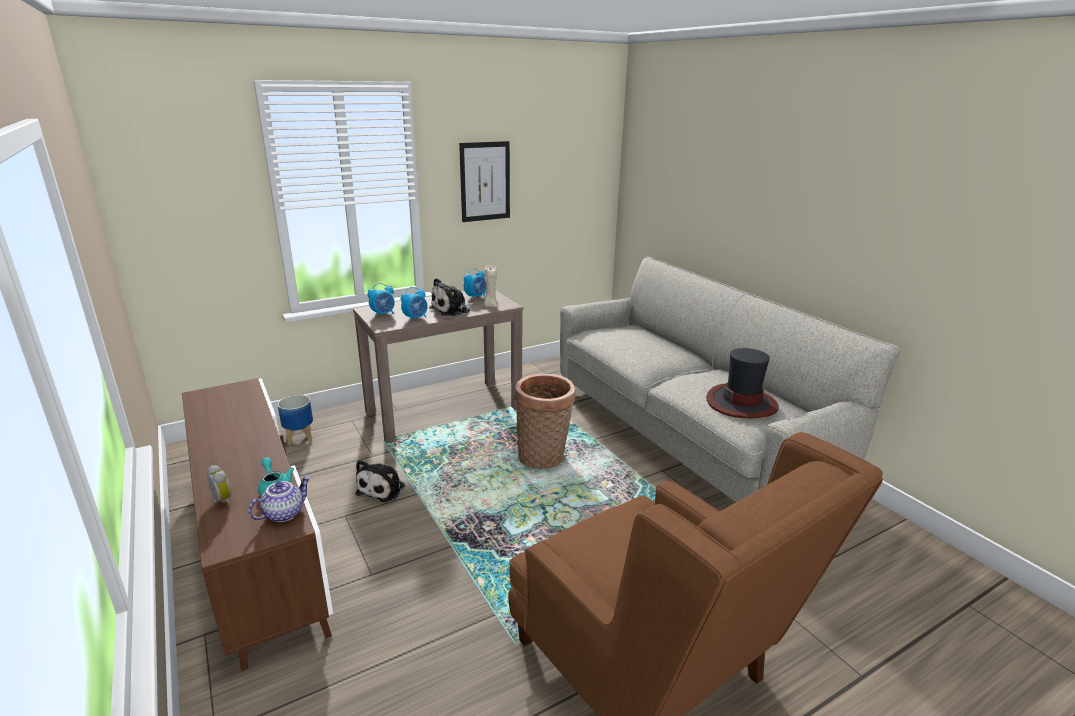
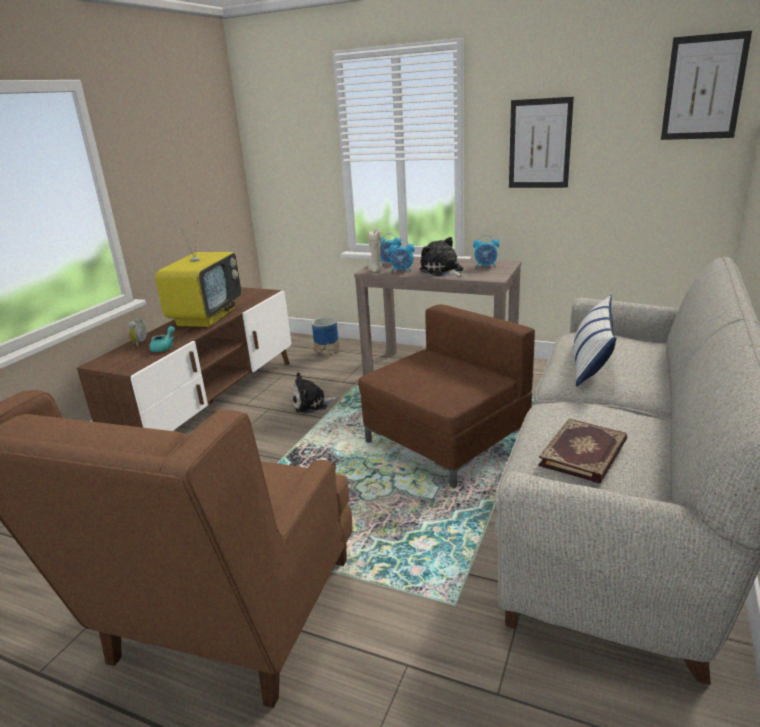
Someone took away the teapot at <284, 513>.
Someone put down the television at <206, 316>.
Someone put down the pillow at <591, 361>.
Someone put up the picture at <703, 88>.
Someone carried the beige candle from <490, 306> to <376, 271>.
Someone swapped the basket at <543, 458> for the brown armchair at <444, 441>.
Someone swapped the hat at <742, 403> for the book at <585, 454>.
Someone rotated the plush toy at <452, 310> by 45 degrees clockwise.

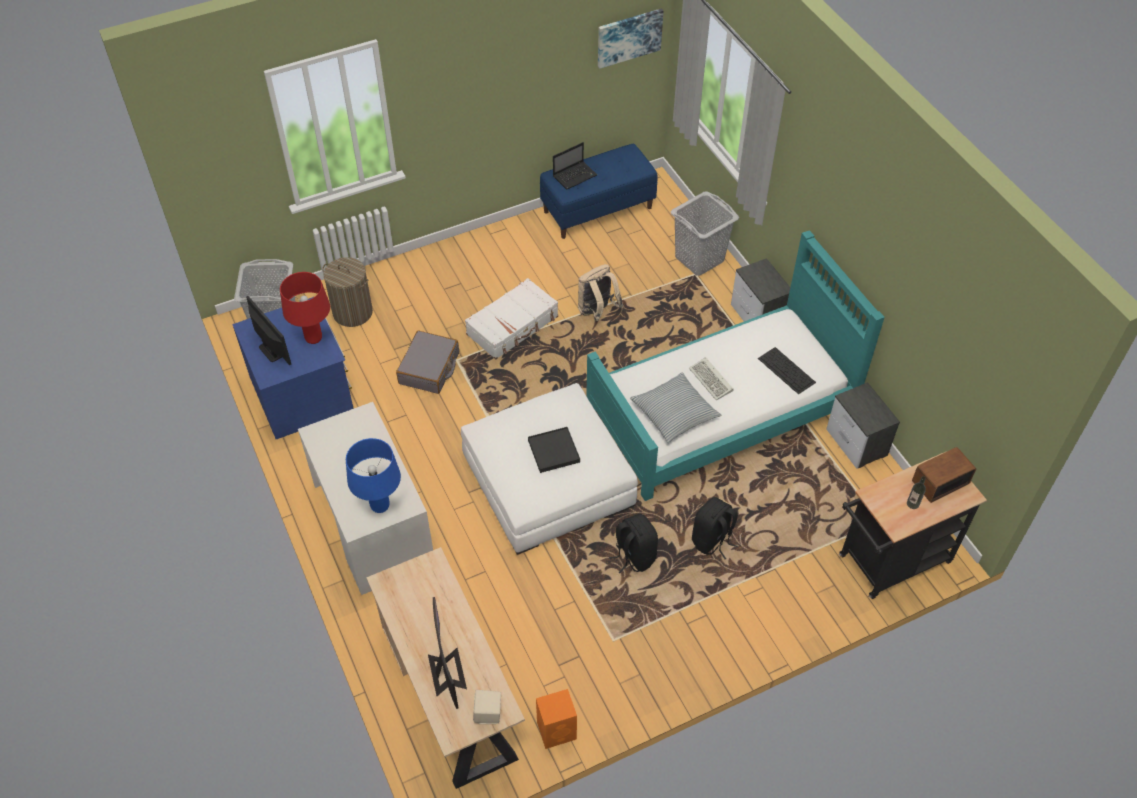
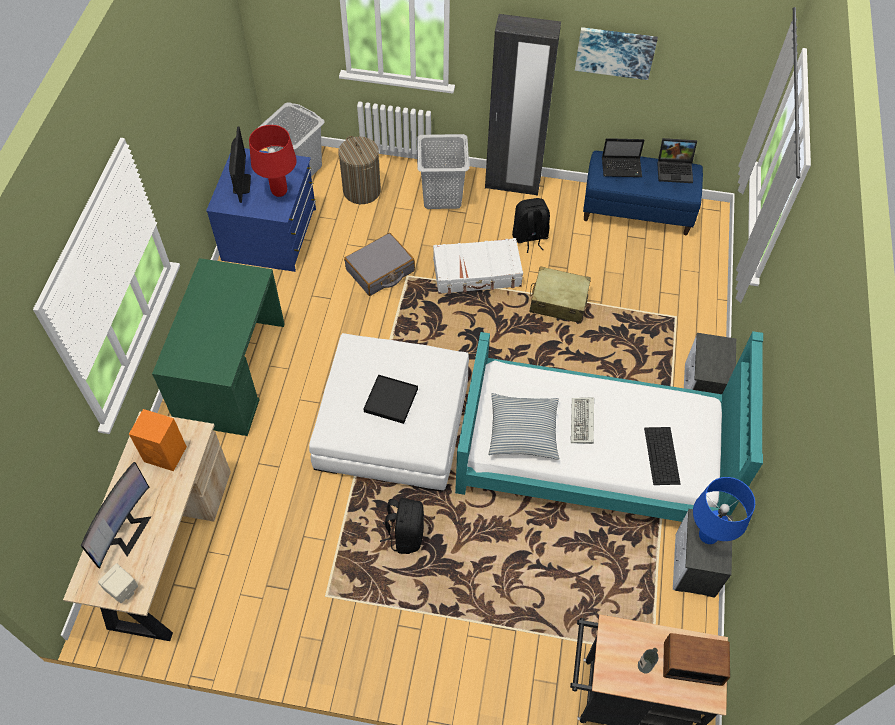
Someone put down the black wardrobe at <512, 184>.
Someone put down the laptop at <675, 169>.
Someone carried the blue table lamp from <379, 506> to <707, 536>.
Someone carried the orange speaker from <557, 730> to <166, 454>.
Someone carried the picture from <629, 37> to <615, 52>.
Someone carried the grey laundry basket from <699, 259> to <442, 196>.
Someone carried the black backpack from <712, 540> to <529, 237>.
Someone swapped the beige backpack at <597, 311> for the beige suitcase at <558, 301>.
Someone repainted the white desk at <373, 524>, which became the green desk at <231, 372>.

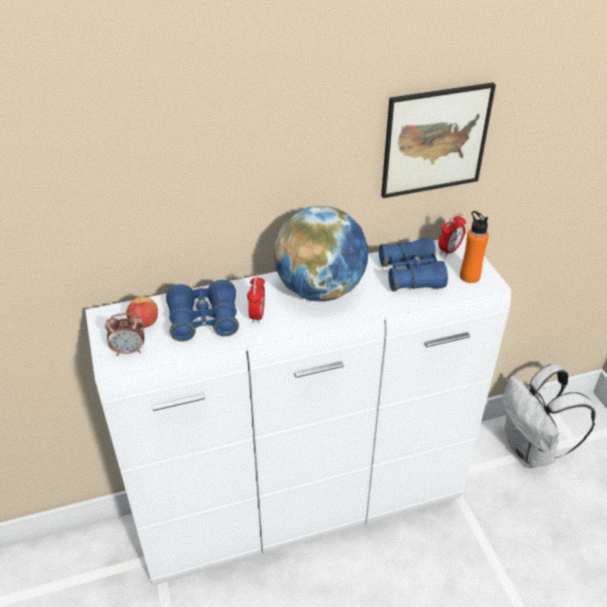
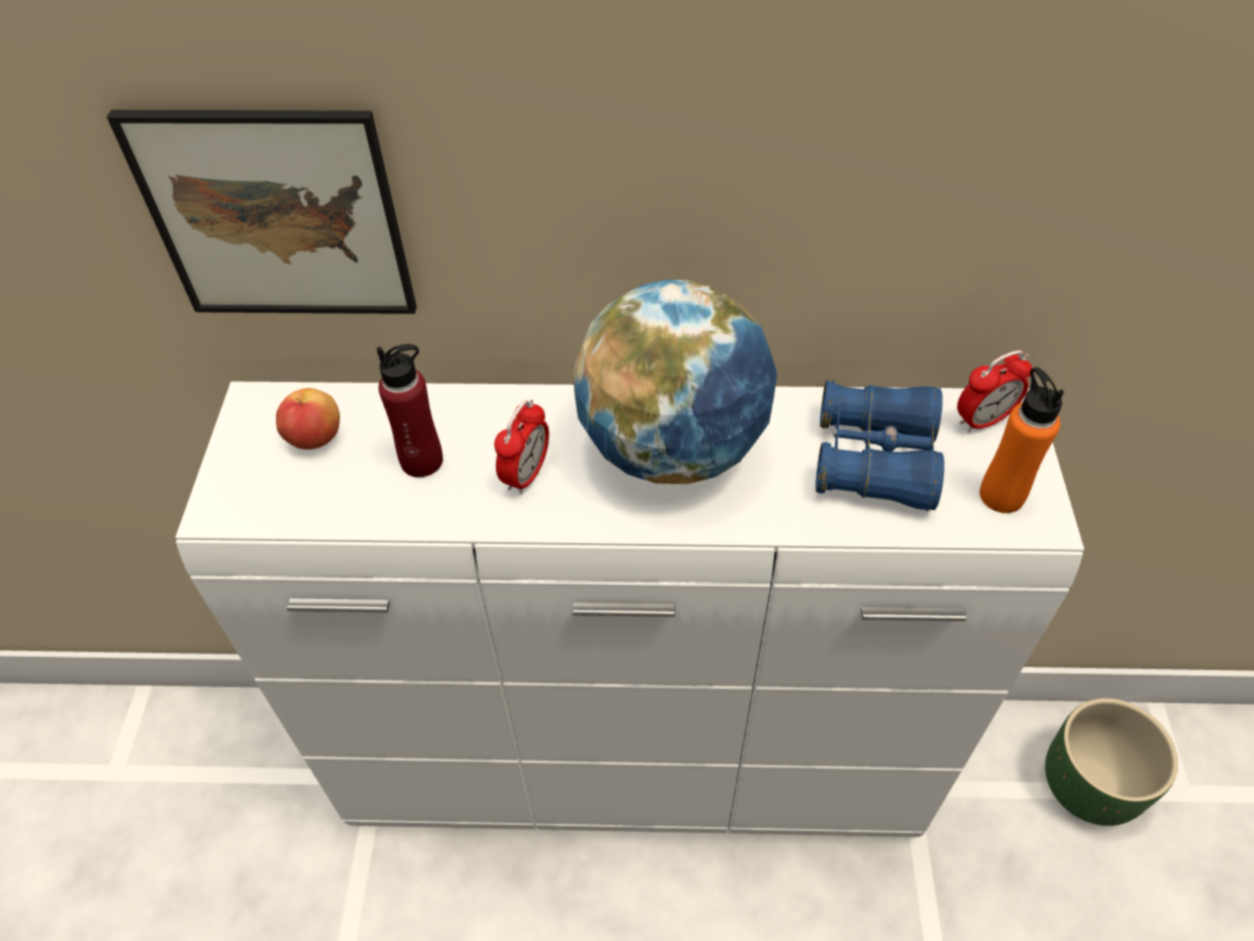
Someone took away the alarm clock at <129, 350>.
Someone carried the picture from <435, 140> to <276, 216>.
Someone swapped the blue binoculars at <204, 320> for the red bottle at <422, 460>.
Someone swapped the white backpack at <531, 450> for the green planter at <1089, 786>.

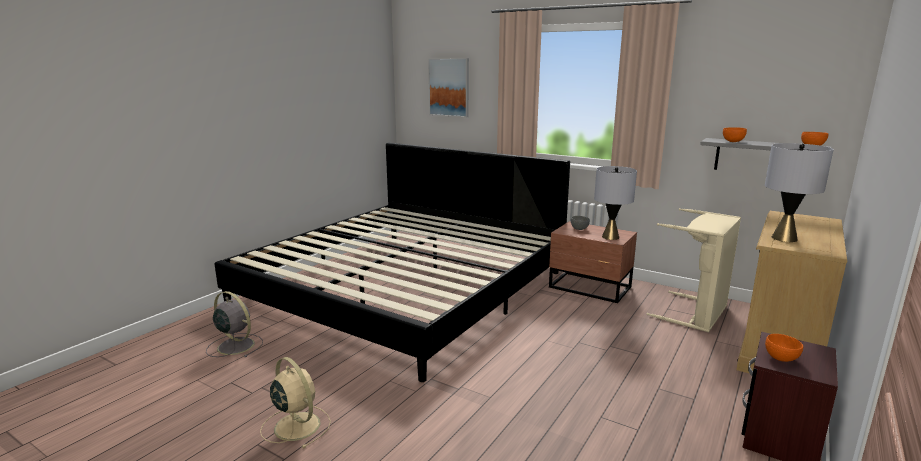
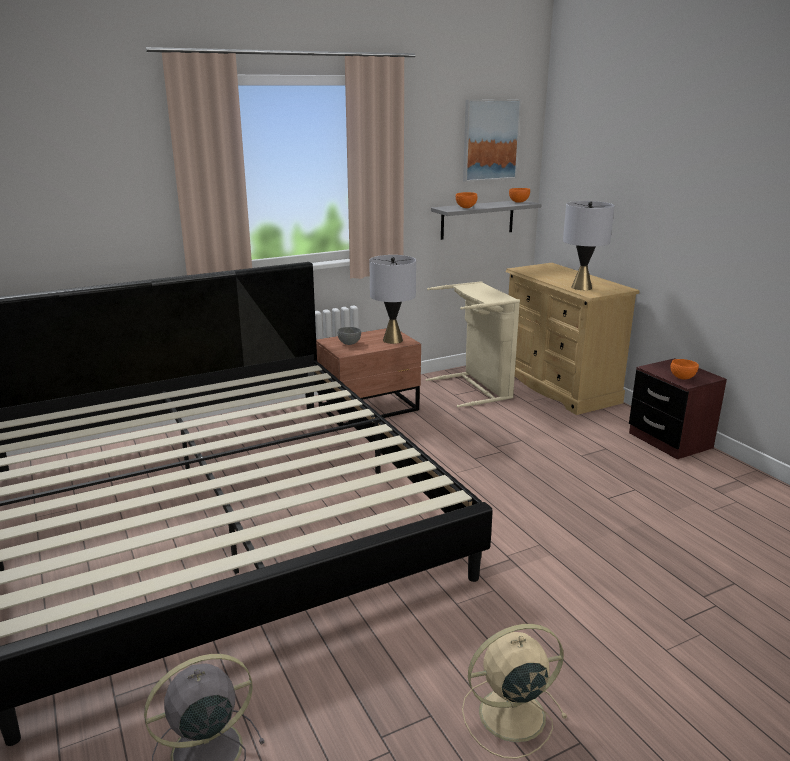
Someone carried the picture from <449, 87> to <490, 140>.

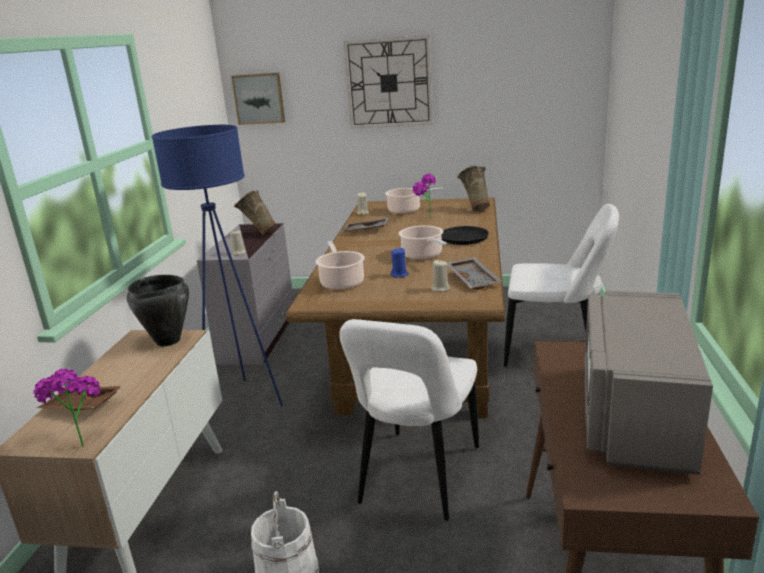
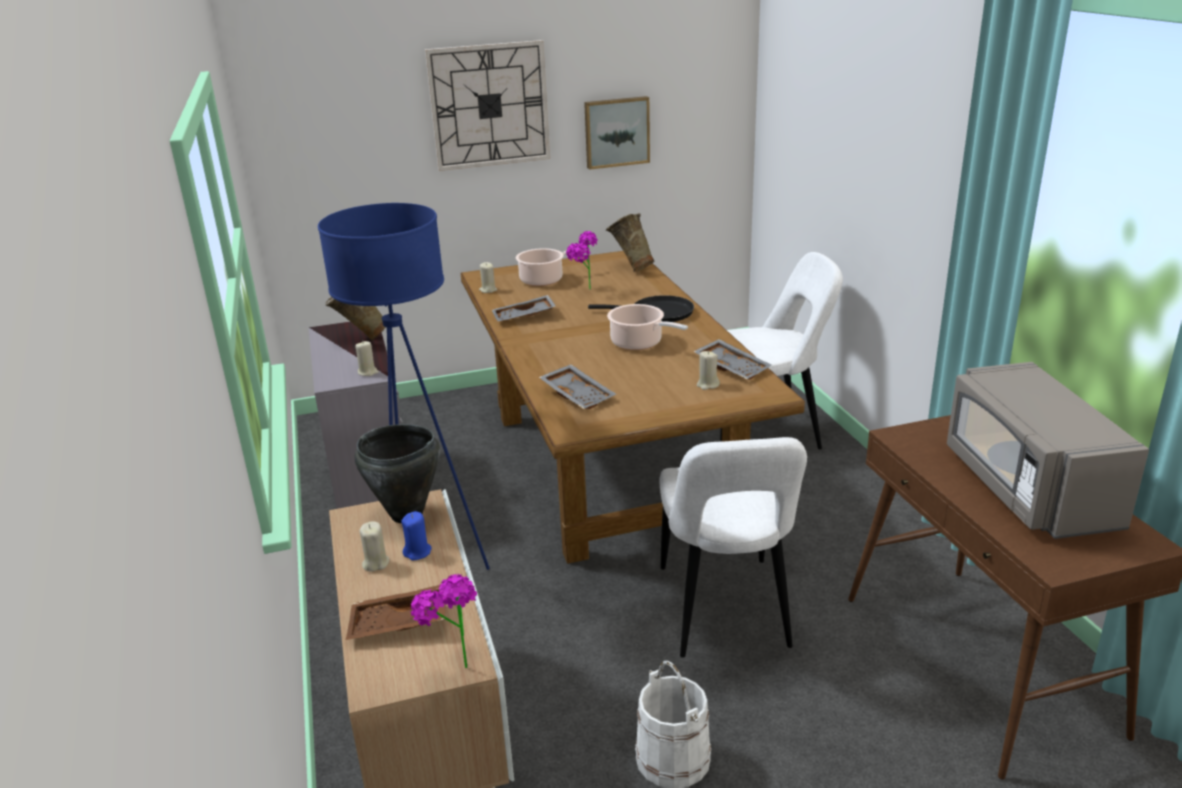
Someone put down the beige candle at <375, 563>.
Someone carried the picture from <259, 98> to <616, 132>.
Someone carried the blue candle from <399, 275> to <417, 552>.
Someone swapped the cooking pot at <341, 282> for the grey tray at <578, 395>.

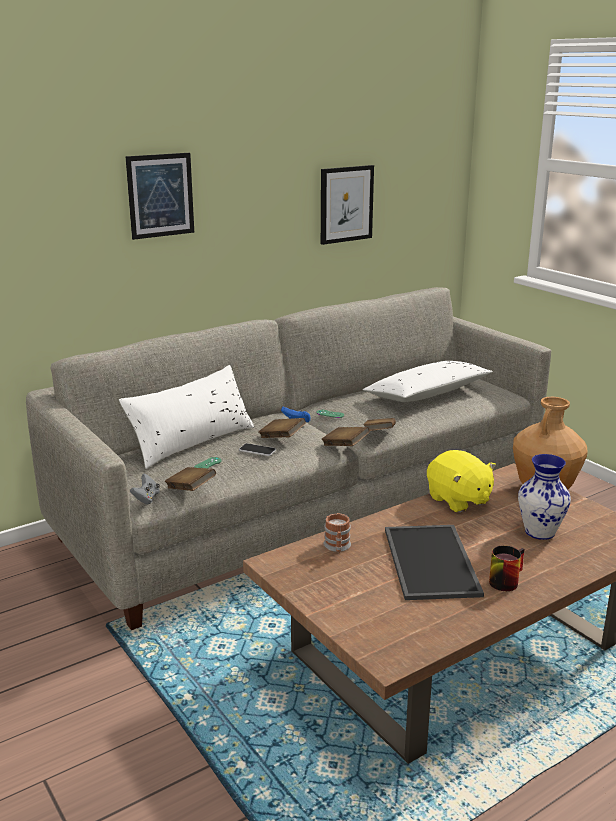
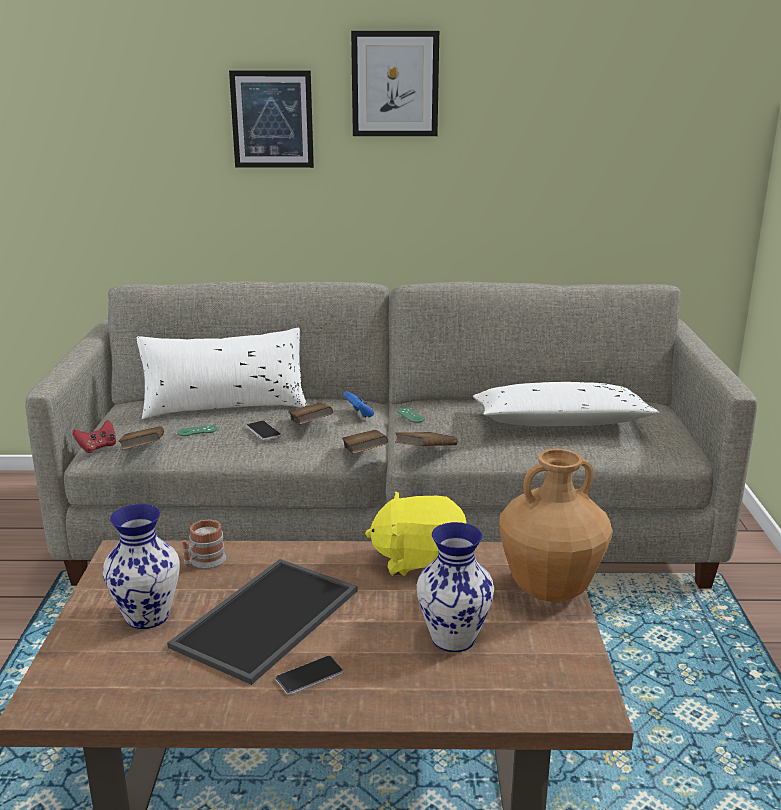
Someone put down the vase at <148, 617>.
Someone carried the picture from <346, 204> to <395, 84>.
Someone swapped the mug at <504, 580> for the phone at <309, 676>.
Someone repainted the grey game controller at <146, 499>, which became the red game controller at <97, 447>.
Someone rotated the yellow plush toy at <458, 500> by 90 degrees clockwise.

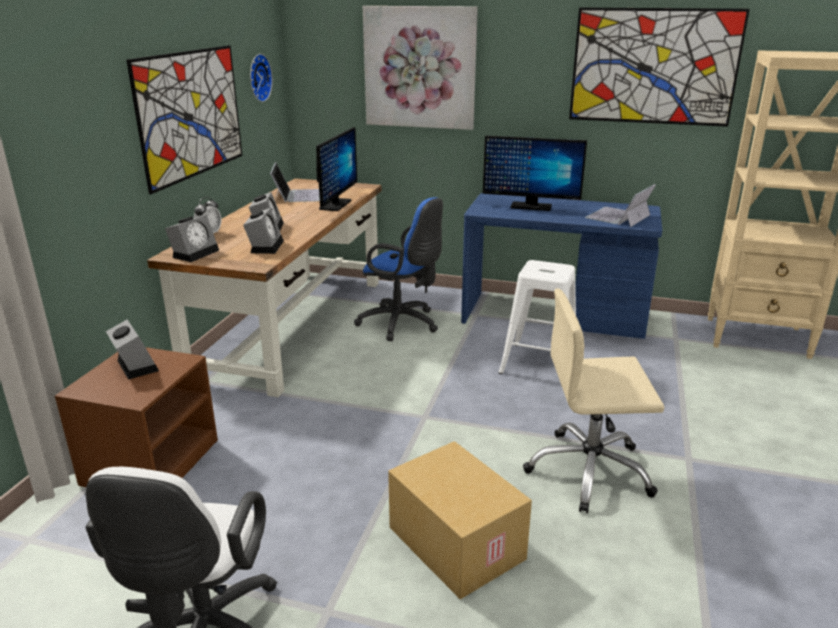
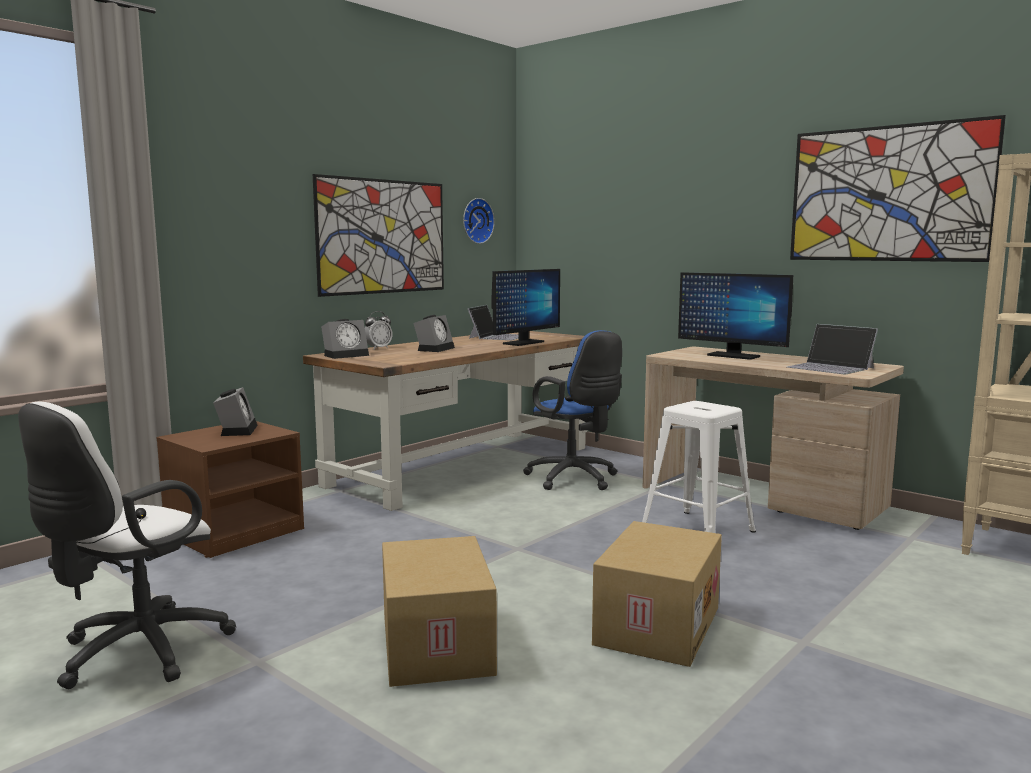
Someone took away the alarm clock at <265, 246>.
Someone took away the picture at <419, 68>.
Someone swapped the beige office chair at <589, 471> for the cardboard box at <655, 625>.
Someone repainted the blue desk at <554, 316>, which became the beige desk at <761, 497>.
Someone rotated the laptop at <618, 217> by 105 degrees counterclockwise.

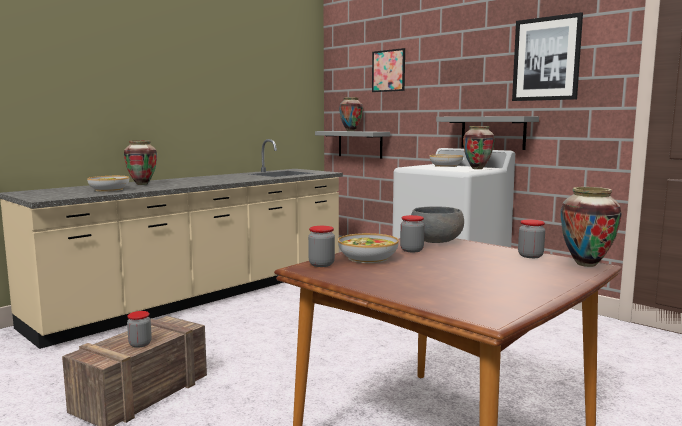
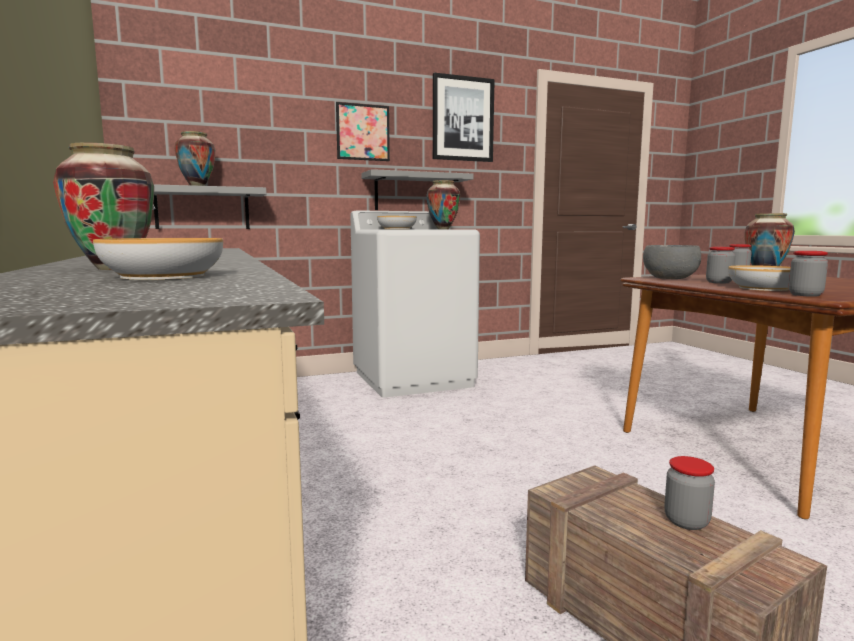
Someone carried the picture from <388, 71> to <363, 132>.

